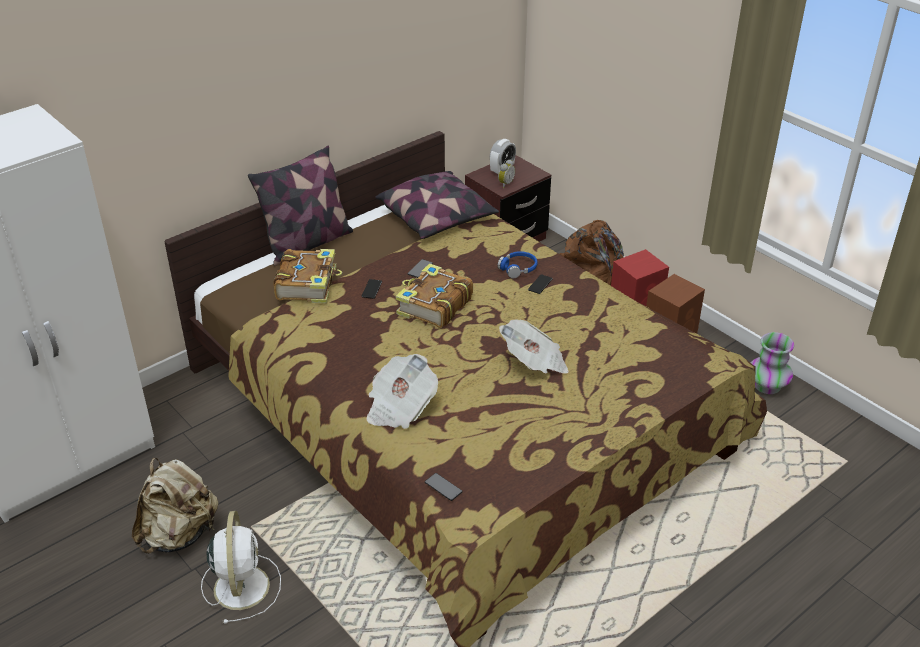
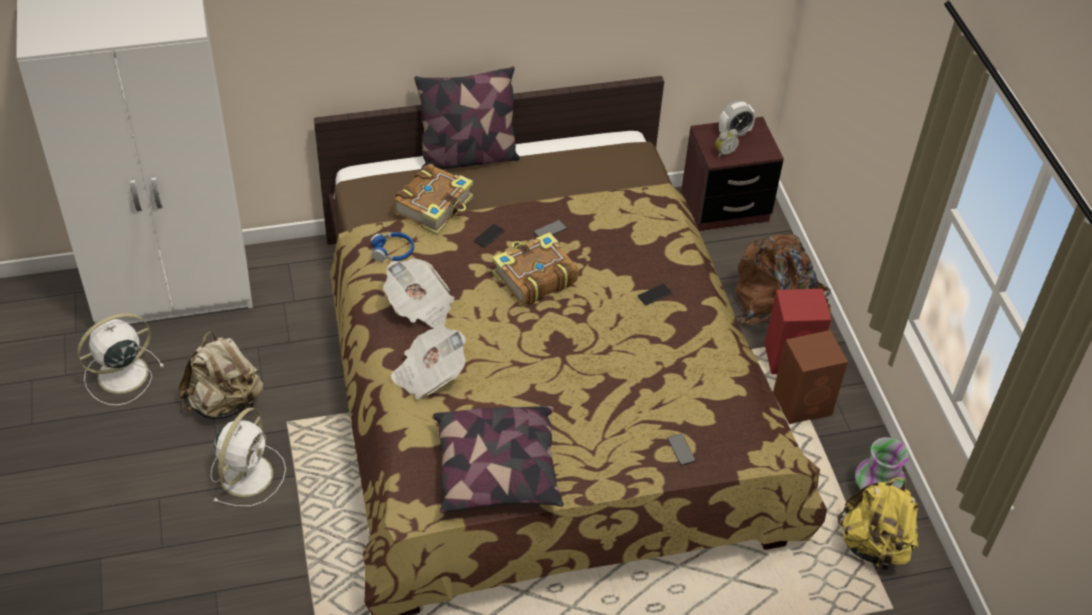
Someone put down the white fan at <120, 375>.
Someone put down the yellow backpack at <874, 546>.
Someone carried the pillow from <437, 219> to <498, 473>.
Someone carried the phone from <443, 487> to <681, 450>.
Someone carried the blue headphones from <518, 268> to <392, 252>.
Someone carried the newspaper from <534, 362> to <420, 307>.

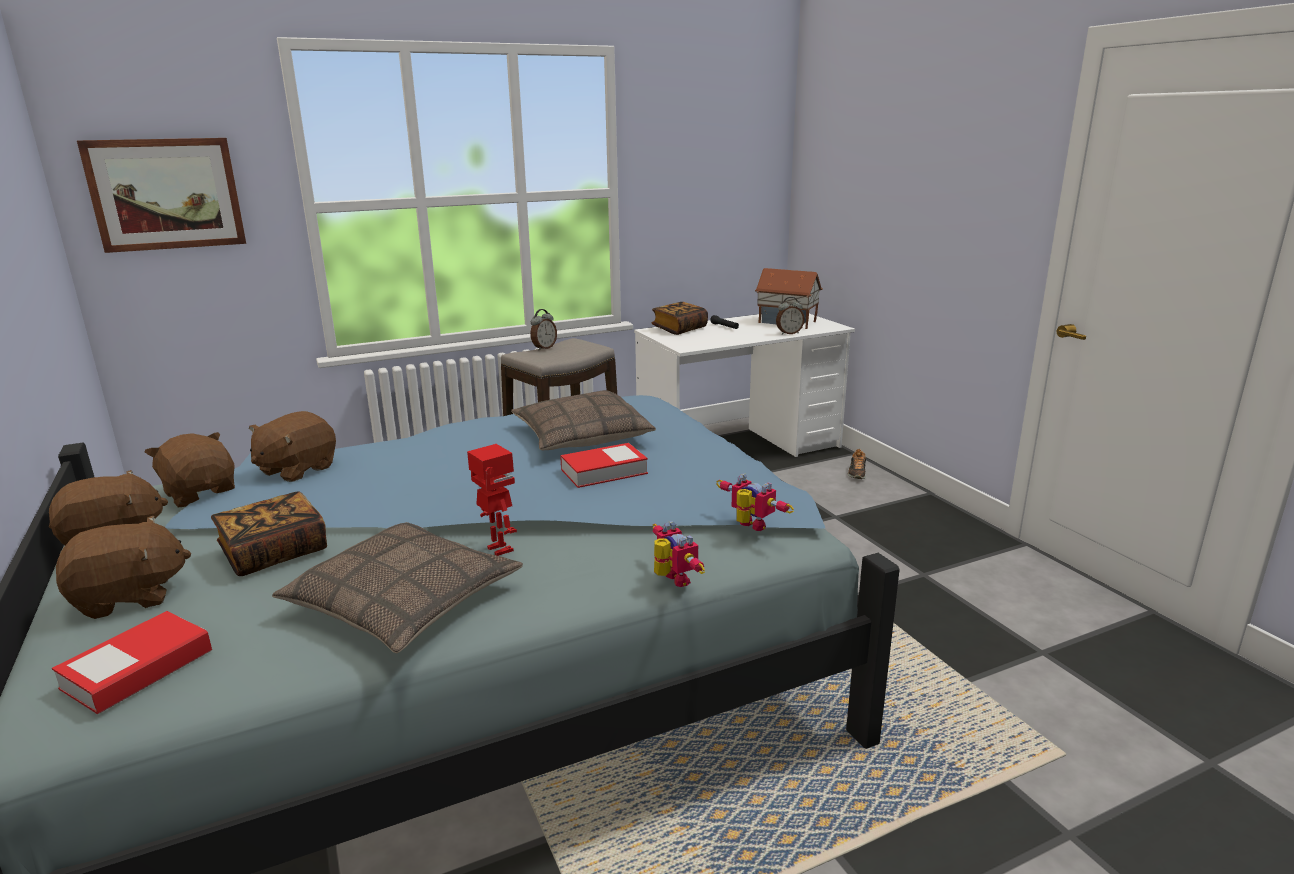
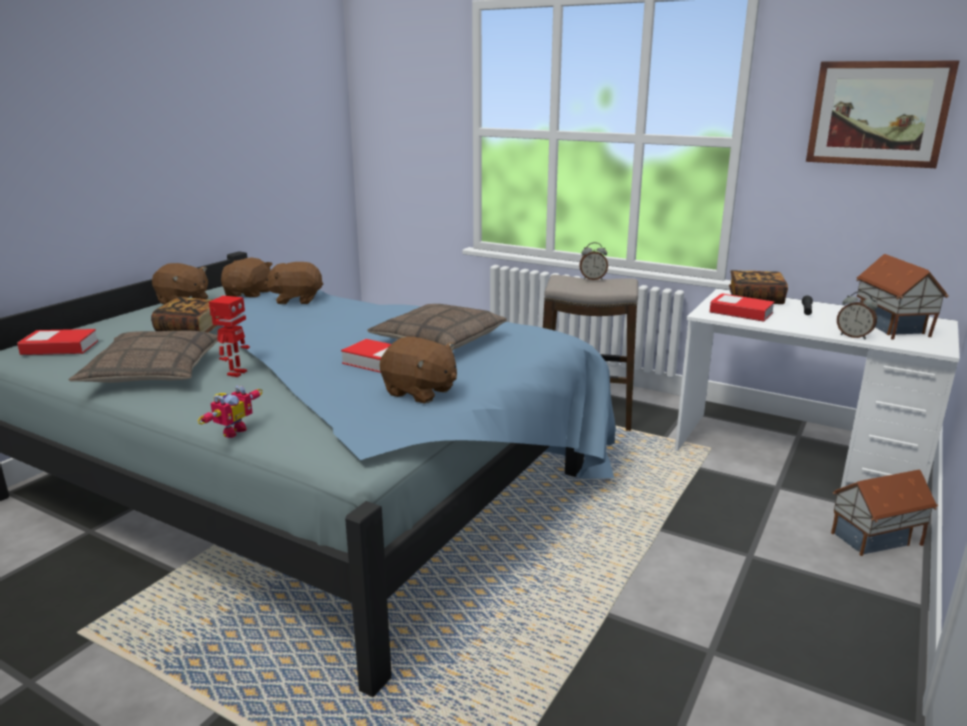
Someone took away the toy robot at <749, 527>.
Someone put down the book at <741, 312>.
Someone carried the brown plush toy from <130, 597> to <420, 392>.
Someone carried the picture from <166, 194> to <878, 113>.
Someone swapped the shoe at <857, 473> for the toy house at <877, 539>.

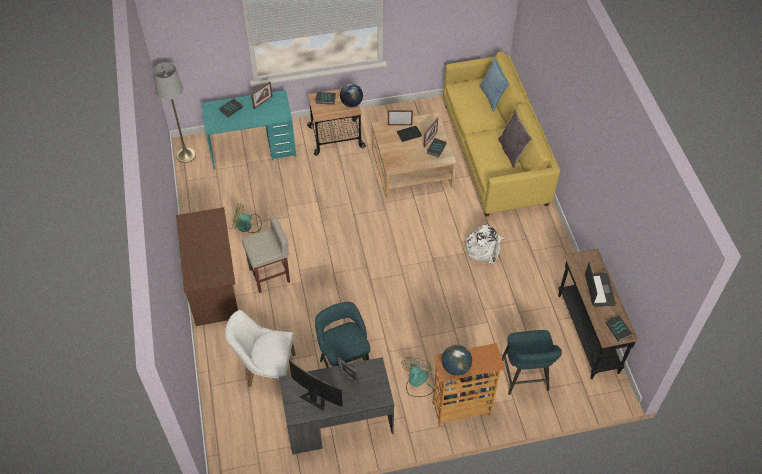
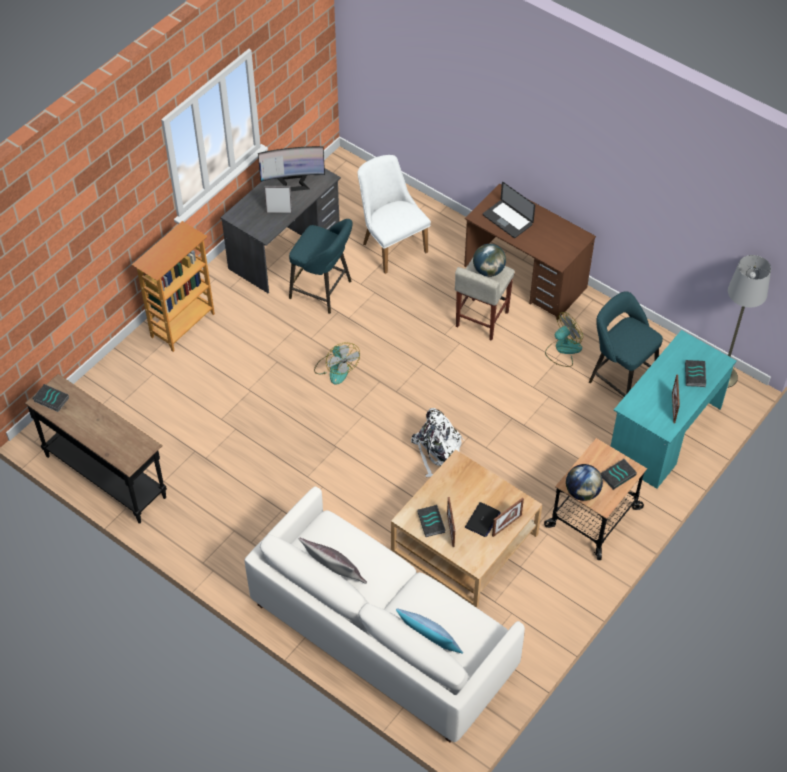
Someone carried the fan from <417, 382> to <336, 368>.
Someone carried the globe from <455, 367> to <488, 270>.
Someone carried the white backpack from <483, 248> to <437, 451>.
Someone carried the turquoise stool from <525, 378> to <619, 379>.
Someone carried the laptop from <599, 290> to <507, 220>.
Someone repainted the yellow sofa at <494, 153>, which became the white sofa at <382, 635>.
Someone rotated the white chair at <266, 370> by 90 degrees counterclockwise.

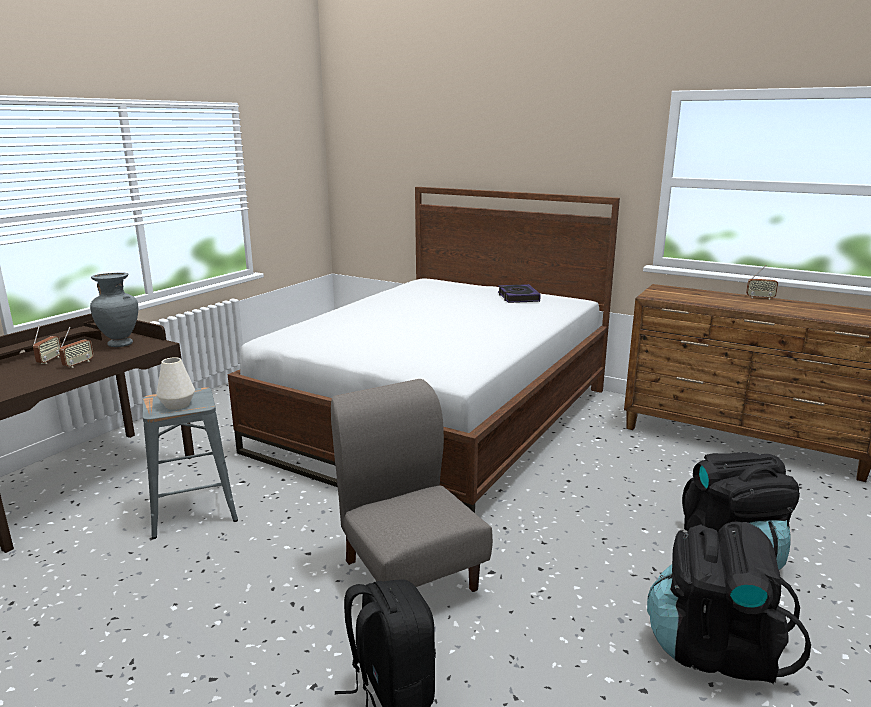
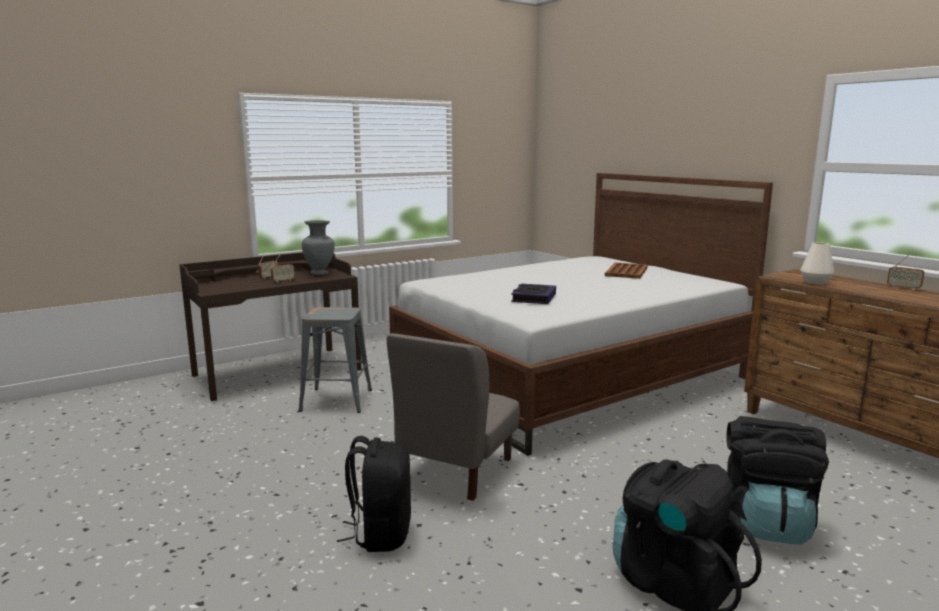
Someone put down the brown tray at <626, 271>.
Someone carried the white vase from <177, 405> to <815, 282>.
Someone carried the book from <518, 297> to <533, 298>.
Someone rotated the grey chair at <410, 574> by 150 degrees counterclockwise.

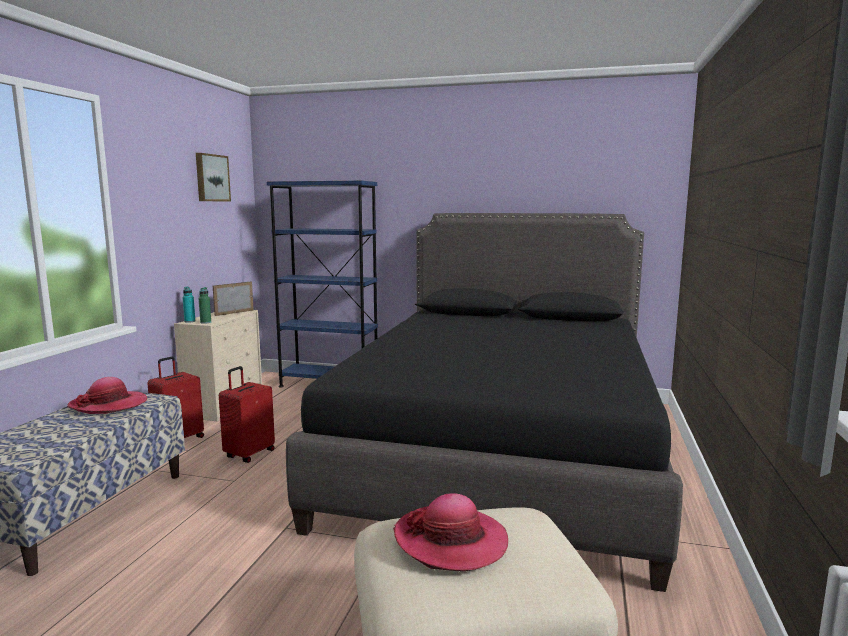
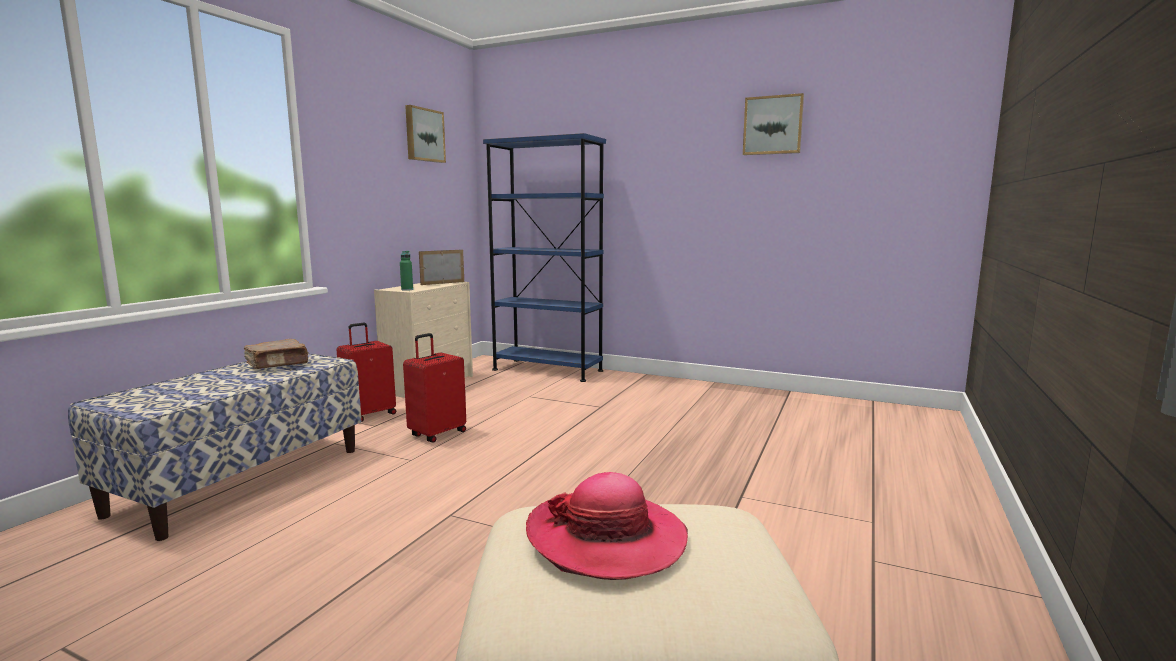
Someone took away the turquoise bottle at <190, 321>.
Someone took away the black bed at <500, 452>.
Someone put up the picture at <773, 125>.
Someone swapped the hat at <109, 405> for the brown book at <278, 364>.

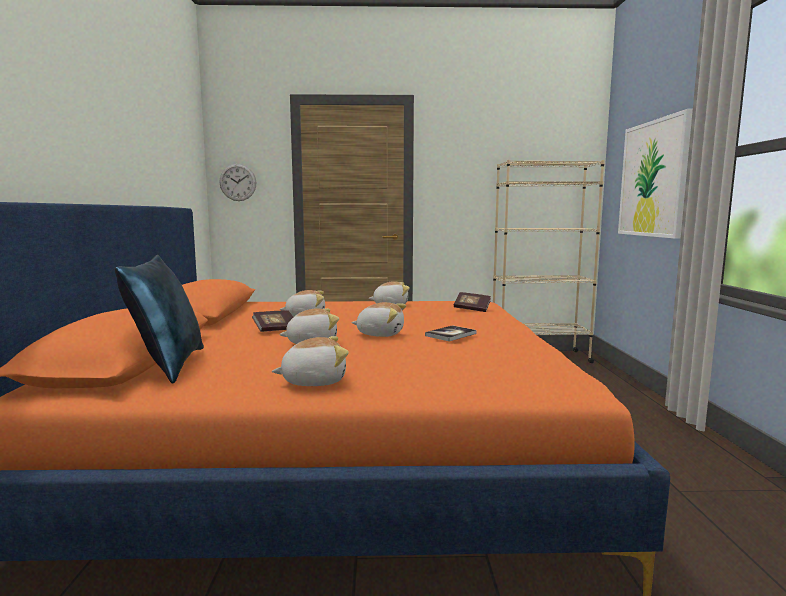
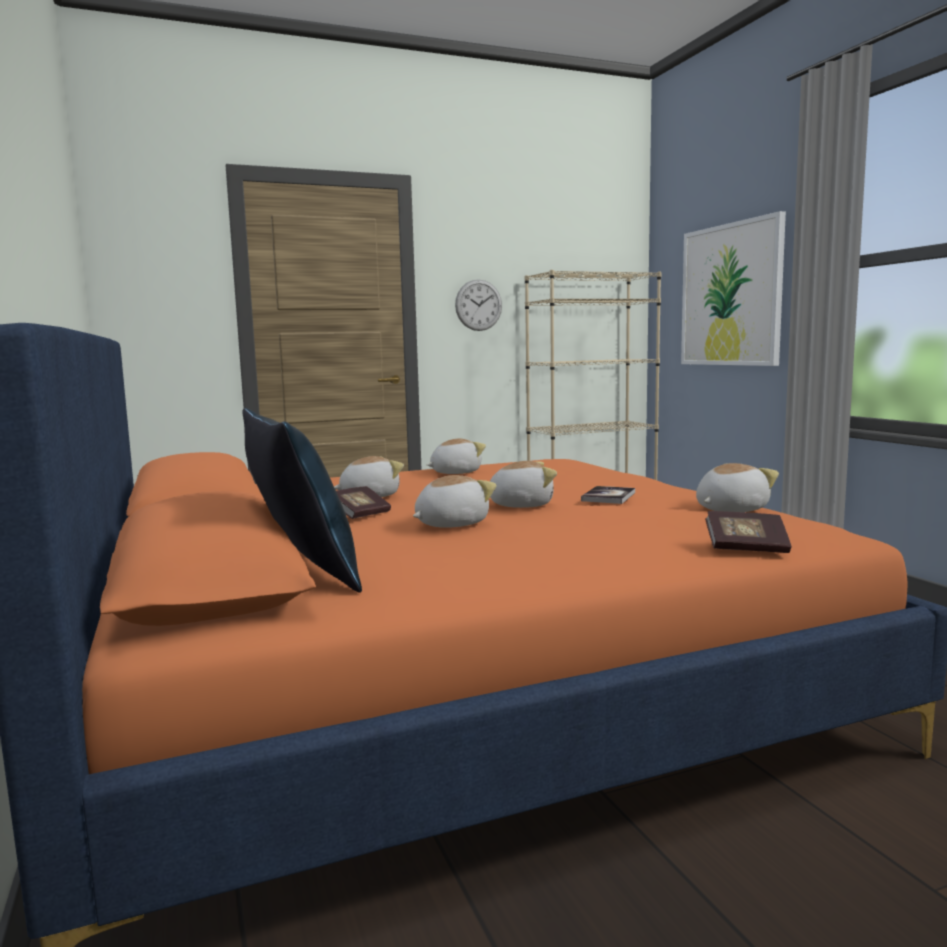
Someone carried the wall clock from <238, 182> to <478, 305>.
Someone carried the plush toy from <313, 381> to <729, 510>.
Someone carried the book from <472, 309> to <746, 548>.

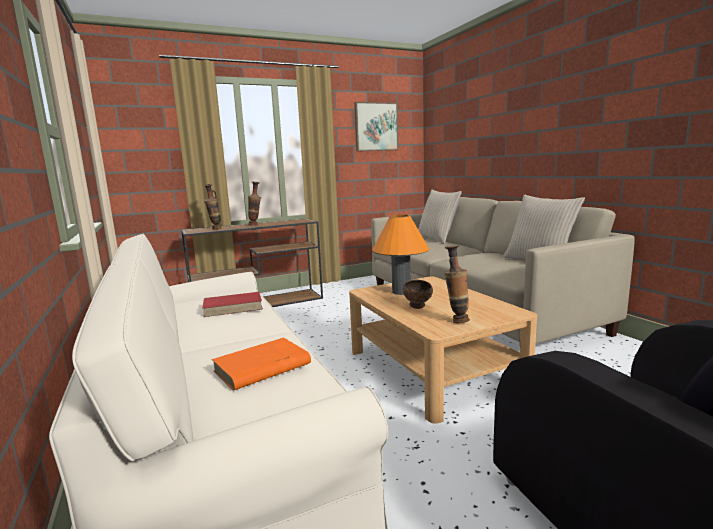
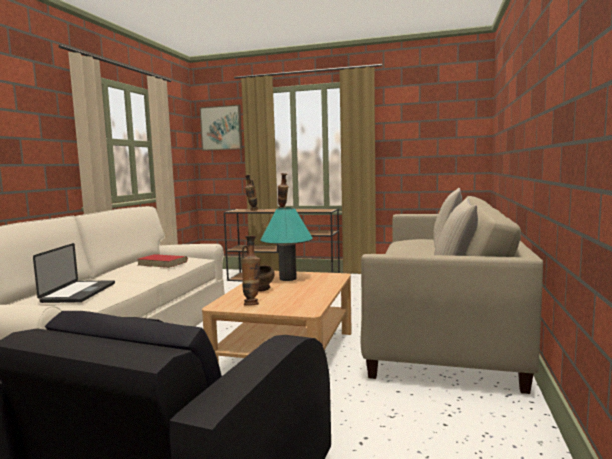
Someone carried the picture from <376, 127> to <221, 128>.
Someone swapped the orange book at <261, 368> for the laptop at <79, 293>.
Someone repainted the orange table lamp at <401, 292>, which became the turquoise table lamp at <288, 278>.

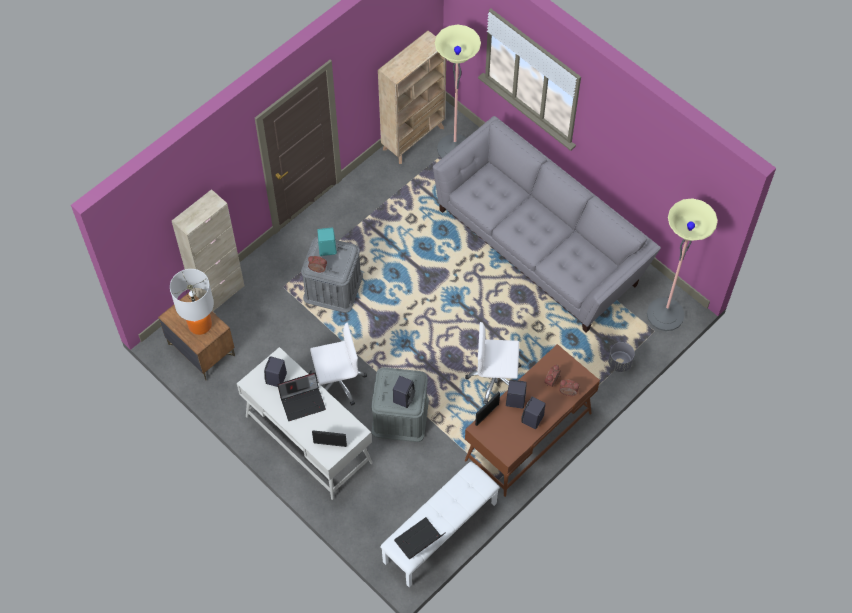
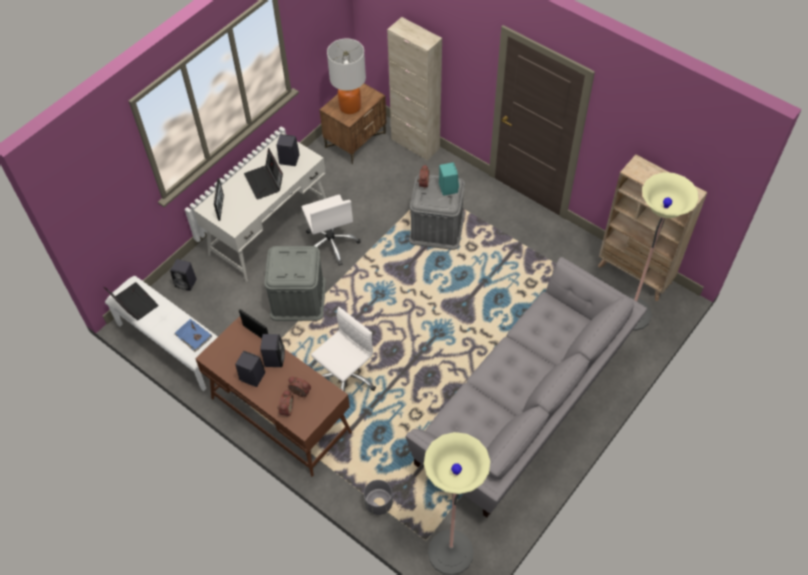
Someone put down the blue book at <193, 336>.
Someone carried the black speaker from <404, 397> to <186, 283>.
Someone rotated the white office chair at <495, 379> by 45 degrees clockwise.

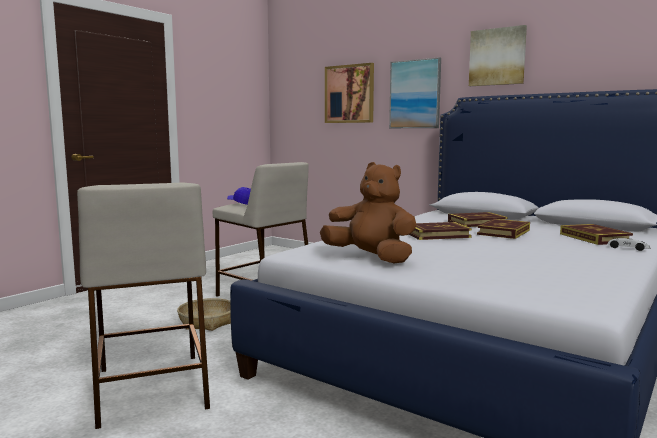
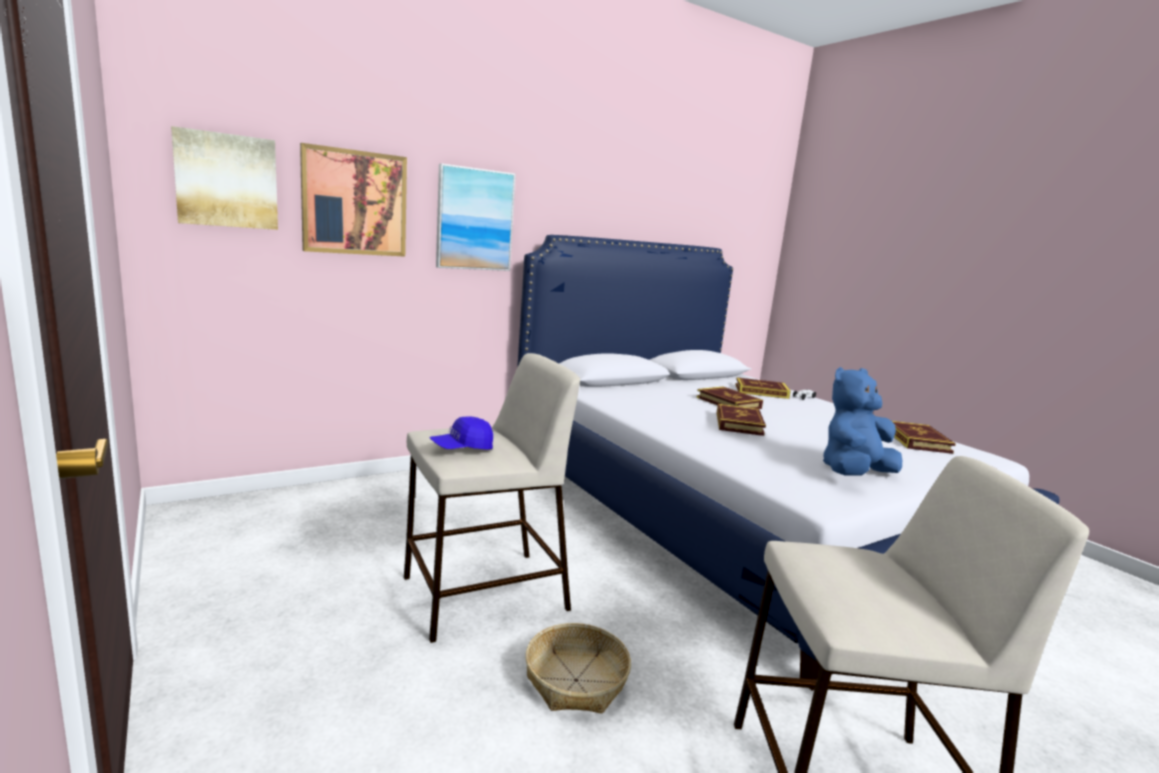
Someone carried the book from <476, 223> to <917, 441>.
Someone carried the picture from <497, 57> to <227, 180>.
Someone repainted the brown plush toy at <371, 258>, which became the blue plush toy at <854, 474>.

